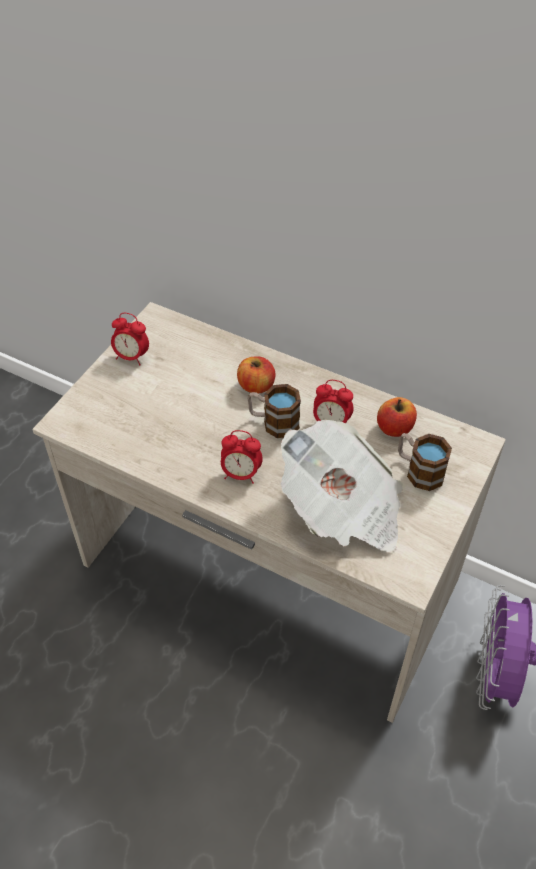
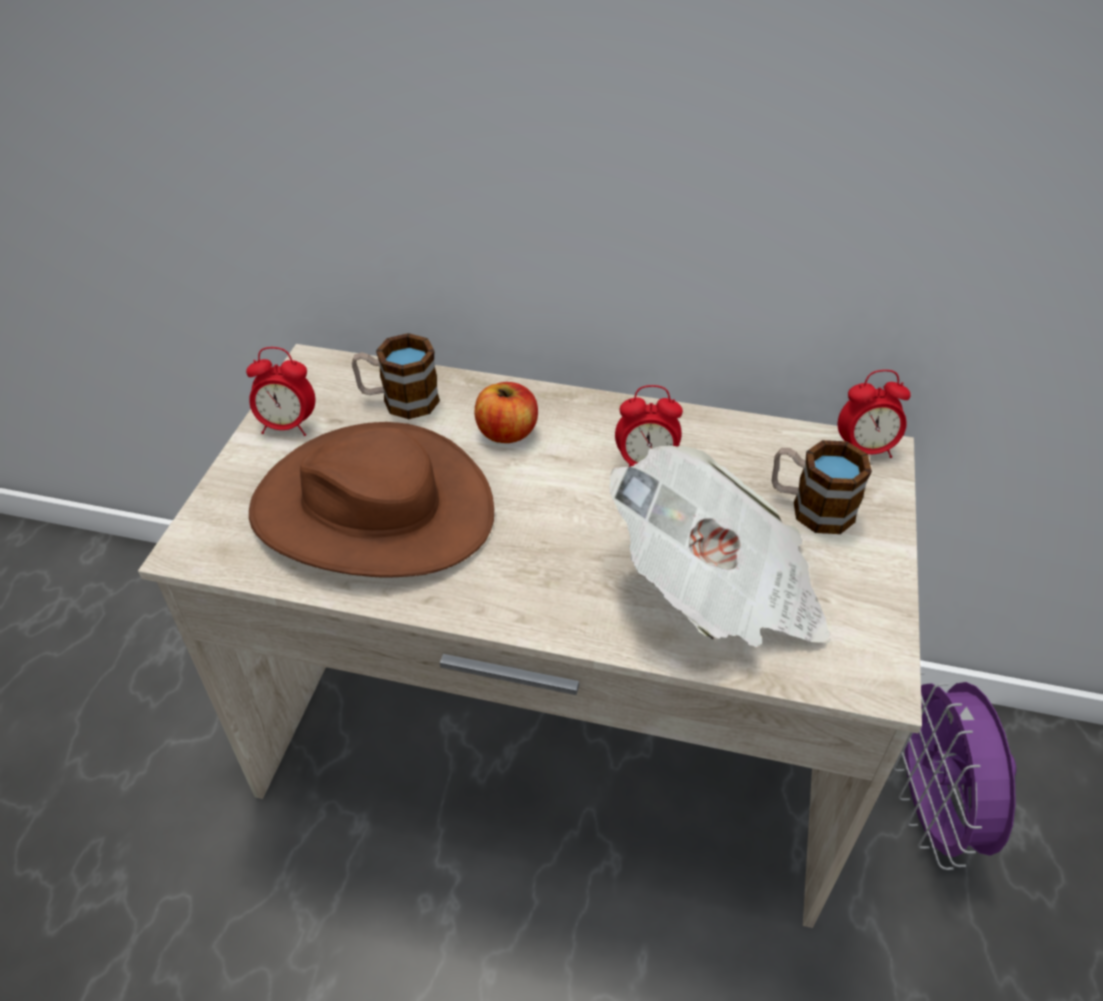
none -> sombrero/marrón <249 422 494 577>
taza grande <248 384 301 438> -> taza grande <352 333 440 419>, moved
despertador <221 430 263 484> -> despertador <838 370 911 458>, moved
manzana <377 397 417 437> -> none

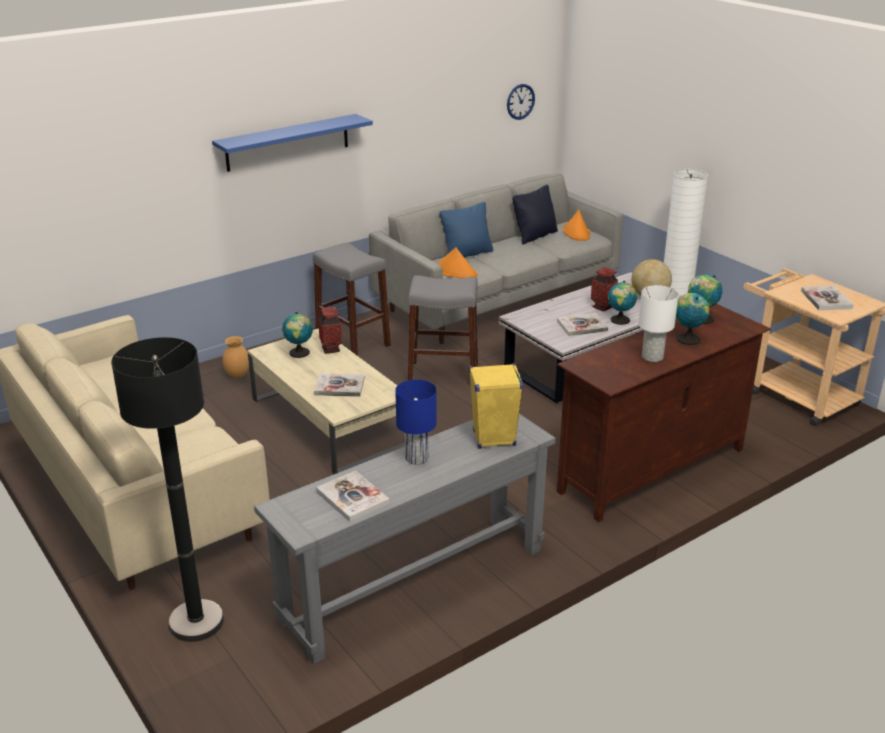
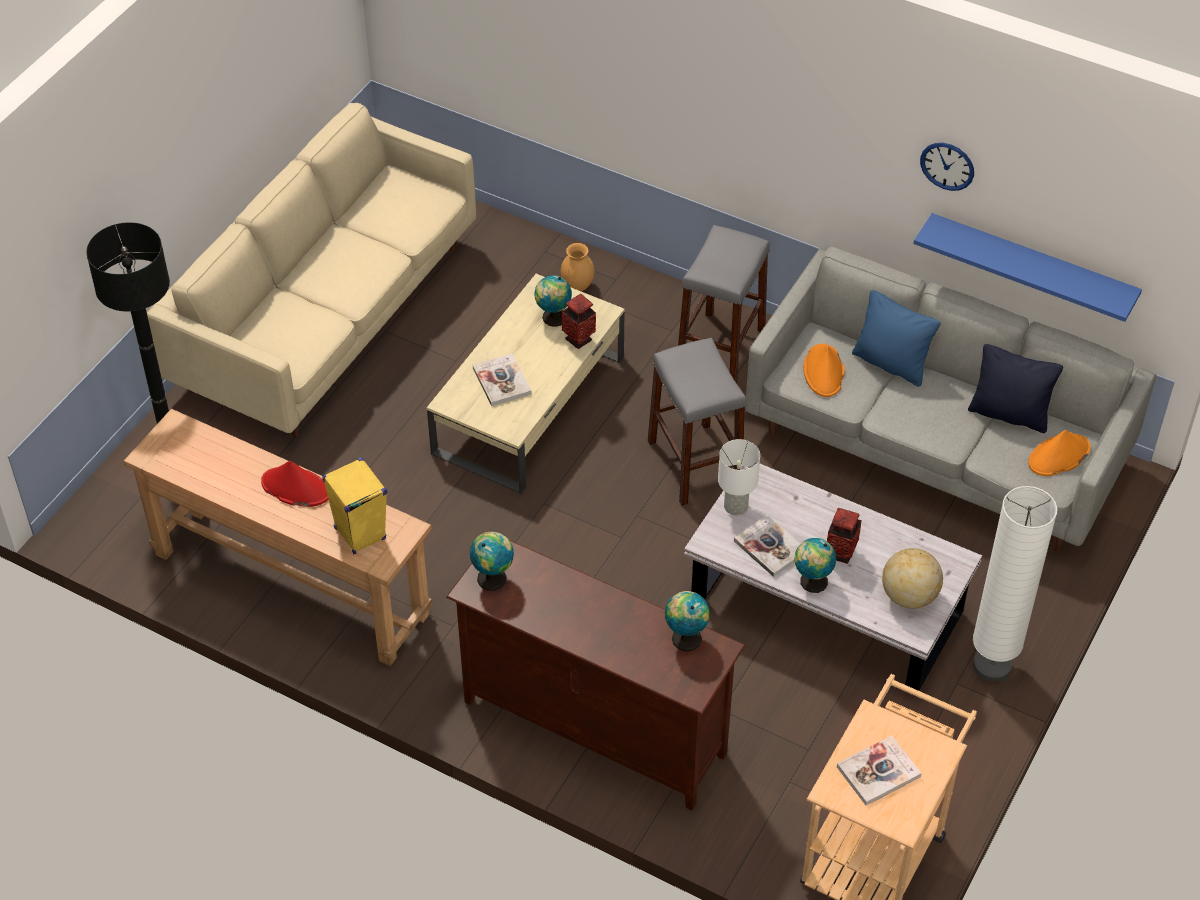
mesa consola/gris <254 414 556 664> -> mesa consola/marrón <123 409 432 666>
lámpara de mesa/azul <395 380 436 465> -> sombrero/rojo <261 461 329 507>
globo terráqueo <676 293 710 345> -> globo terráqueo <470 532 514 591>, moved
lámpara de mesa/blanco <638 285 679 362> -> lámpara de mesa/blanco <718 439 760 515>, moved
estante/azul <212 114 373 172> -> estante/azul <913 213 1142 322>, moved
reloj de pared <507 84 535 120> -> reloj de pared <920 143 974 191>, moved
libro <316 471 390 522> -> none

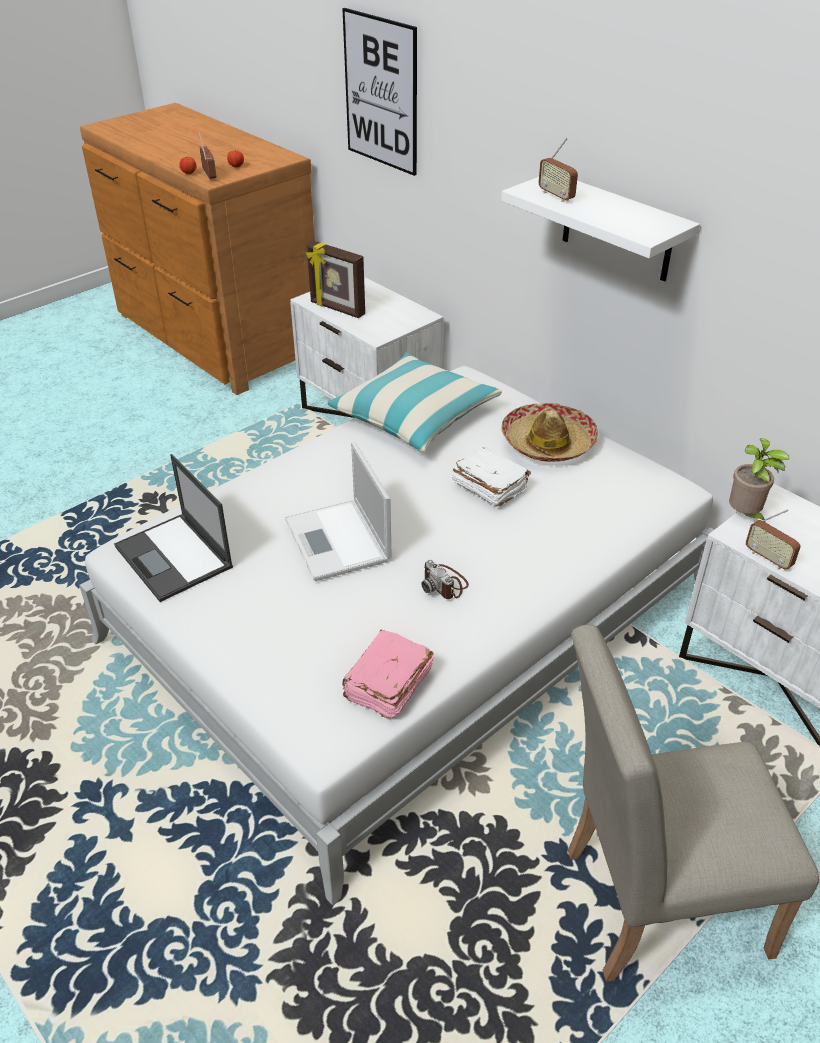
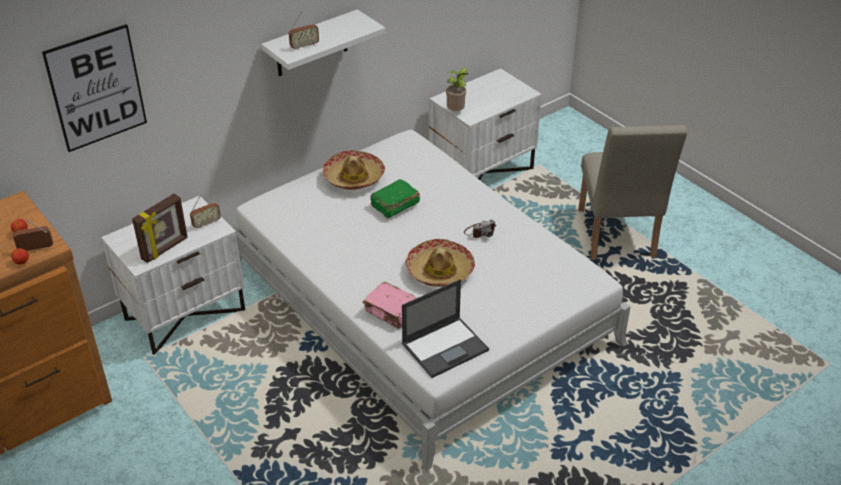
radio <746 509 801 570> -> radio <190 194 221 229>, moved
libro/rosa <342 630 434 720> -> libro/rosa <363 282 416 329>, moved
libro/blanco <452 447 531 507> -> libro/verde <370 179 420 219>
portátil <285 442 392 581> -> sombrero <406 239 475 287>
cojín <328 352 502 452> -> none

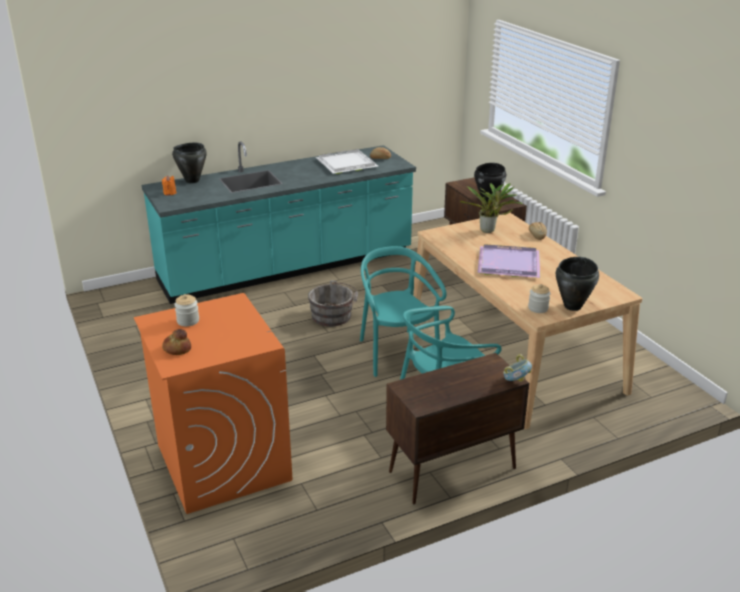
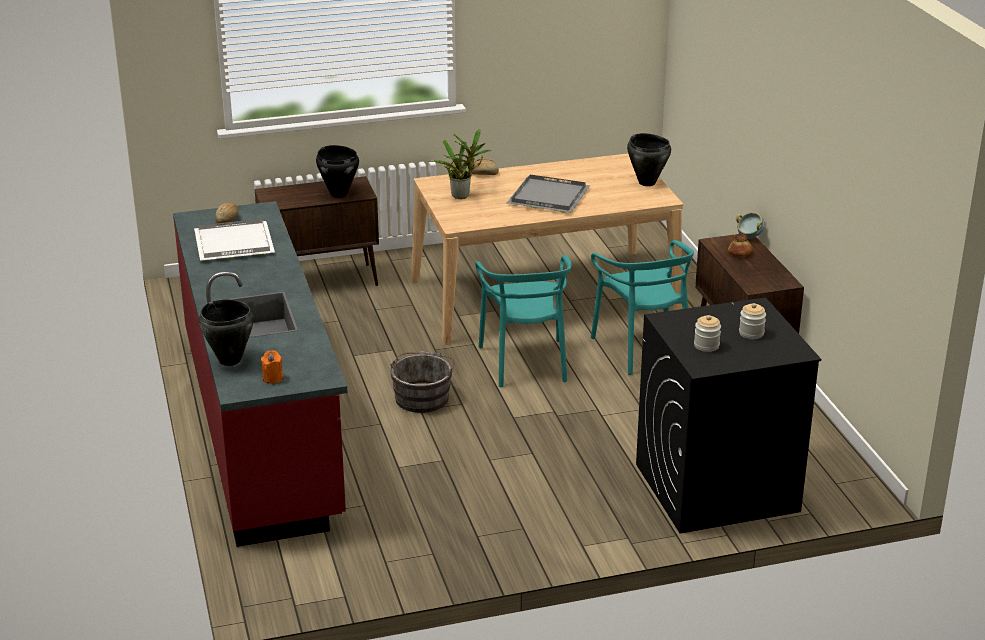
mueble bajo de cocina/turquesa <142 141 416 304> -> mueble bajo de cocina/rojo <173 201 348 547>
silla/turquesa <360 246 447 377> -> silla/turquesa <475 255 572 387>, 90 degrees counterclockwise
bandeja/morado <477 244 540 278> -> bandeja/gris <507 175 590 213>
lavadora/naranja <134 293 293 514> -> lavadora/negro <636 297 821 534>
pan <162 329 191 355> -> pan <728 233 753 257>, moved
tarro <528 284 550 313> -> tarro <739 303 766 339>, moved

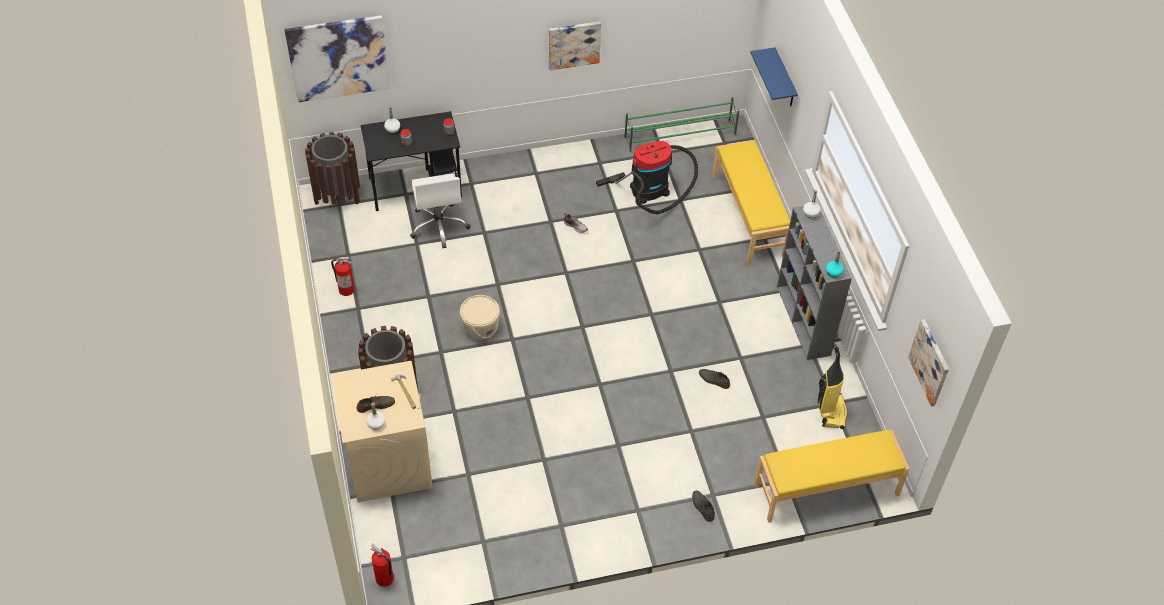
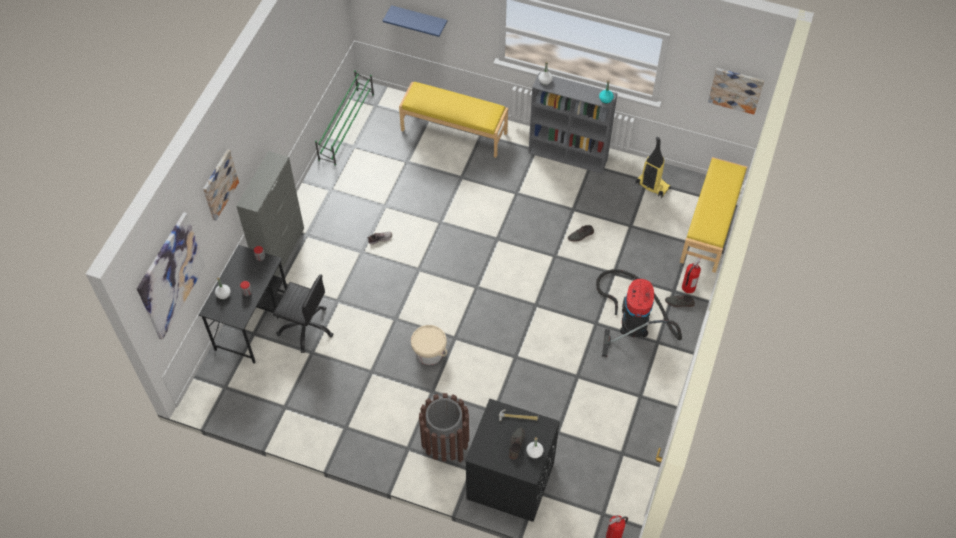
cuadro <549 22 601 70> -> cuadro <203 150 239 221>, moved
none -> armario/gris <236 151 304 277>
silla de oficina/blanco <410 173 470 248> -> silla de oficina/negro <273 274 333 353>
lavadora/beis <332 361 432 503> -> lavadora/negro <465 398 560 522>
aspiradora <596 141 698 214> -> aspiradora <596 269 682 357>, moved
extintor <331 257 355 296> -> extintor <682 257 701 293>, moved
papelera/marrón <305 132 360 205> -> none

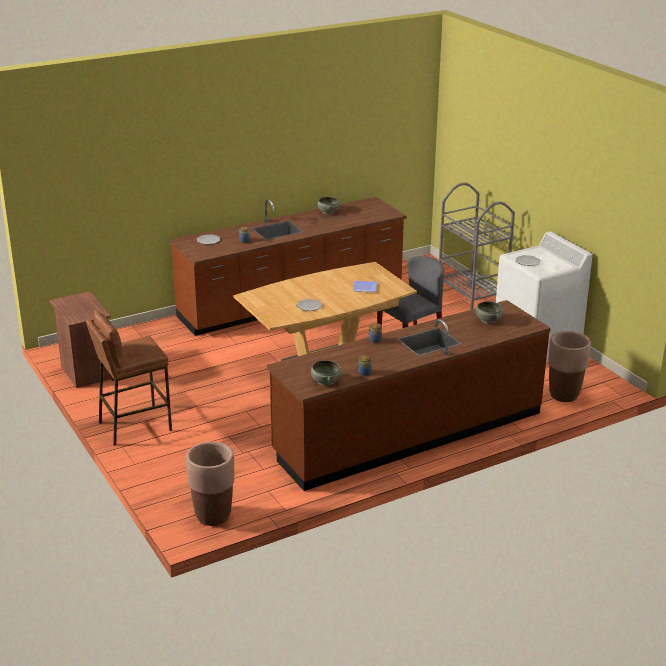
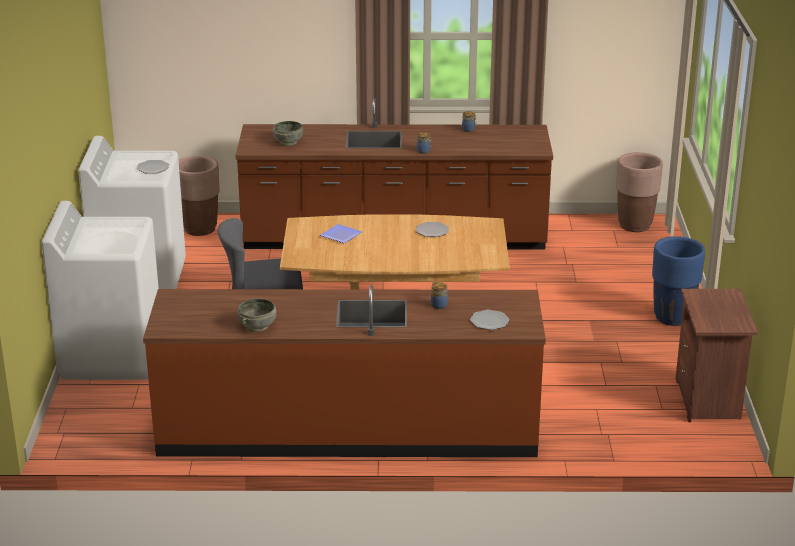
carrito/gris <439 183 515 310> -> lavadora/blanco <42 201 159 380>
taburete/marrón <86 310 172 446> -> maceta/azul <652 236 705 326>
cuenco/gris <311 360 341 386> -> none

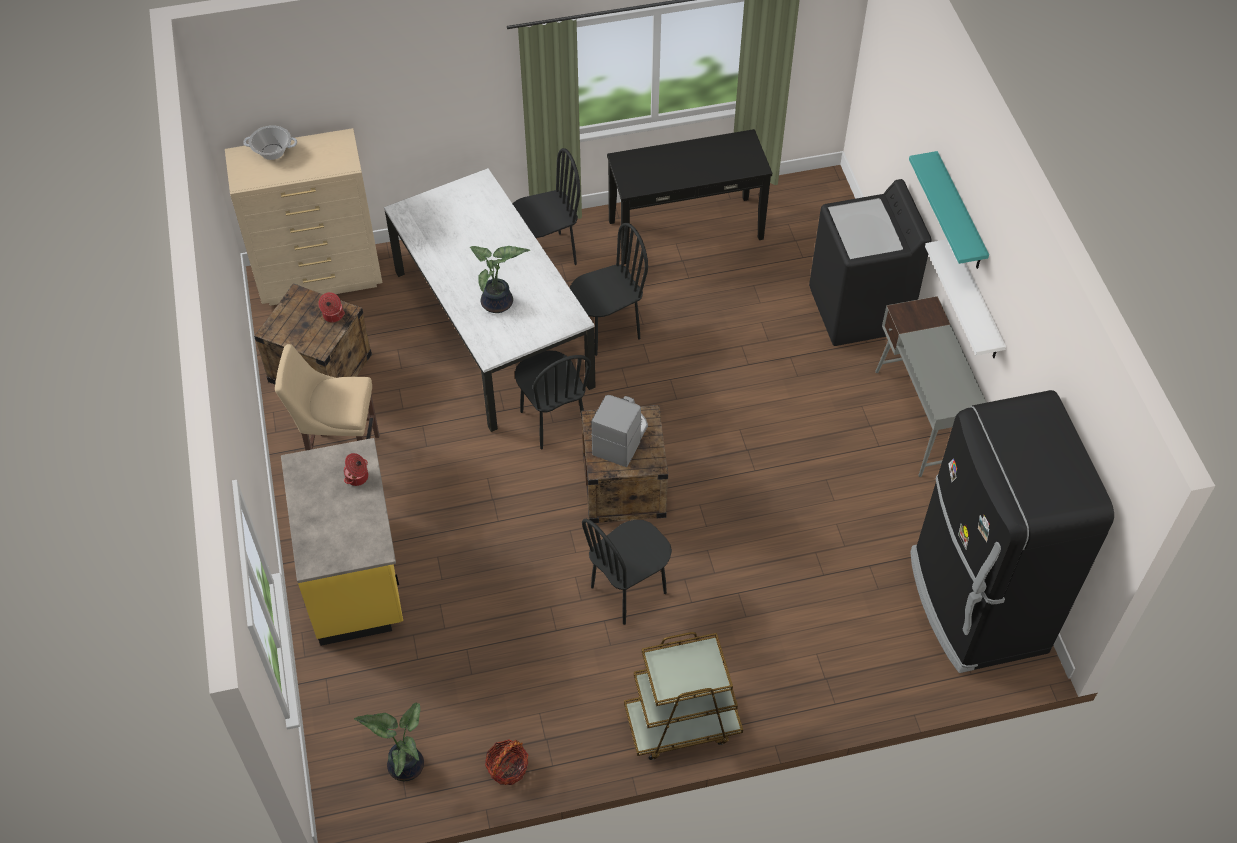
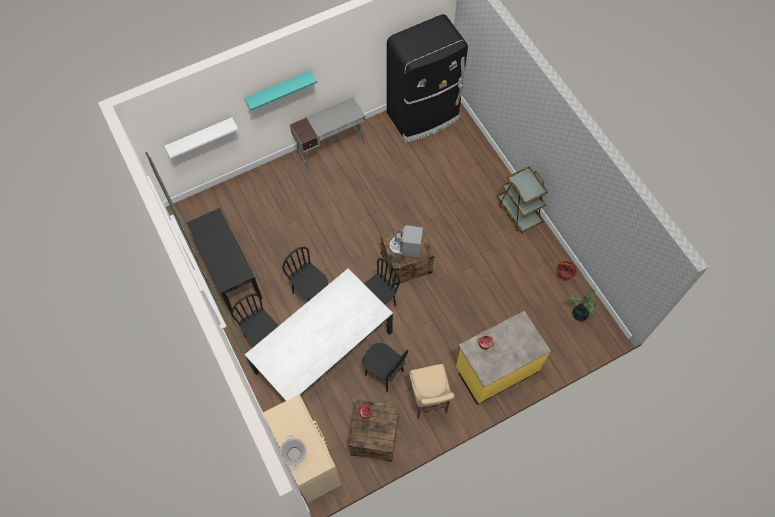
estante/blanco <925 239 1006 358> -> estante/blanco <165 117 238 159>, moved
silla/negro <582 519 672 625> -> silla/negro <363 343 409 392>, moved
planta en maceta <470 246 530 313> -> none
lavadora/negro <809 179 931 346> -> none

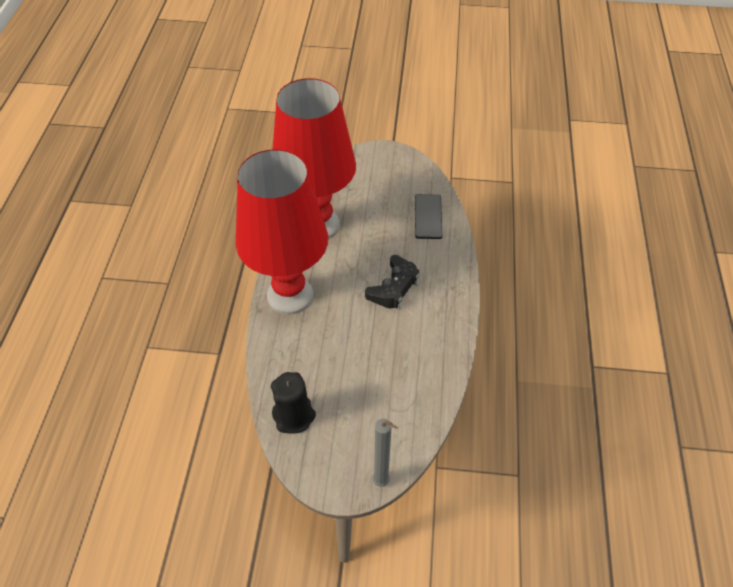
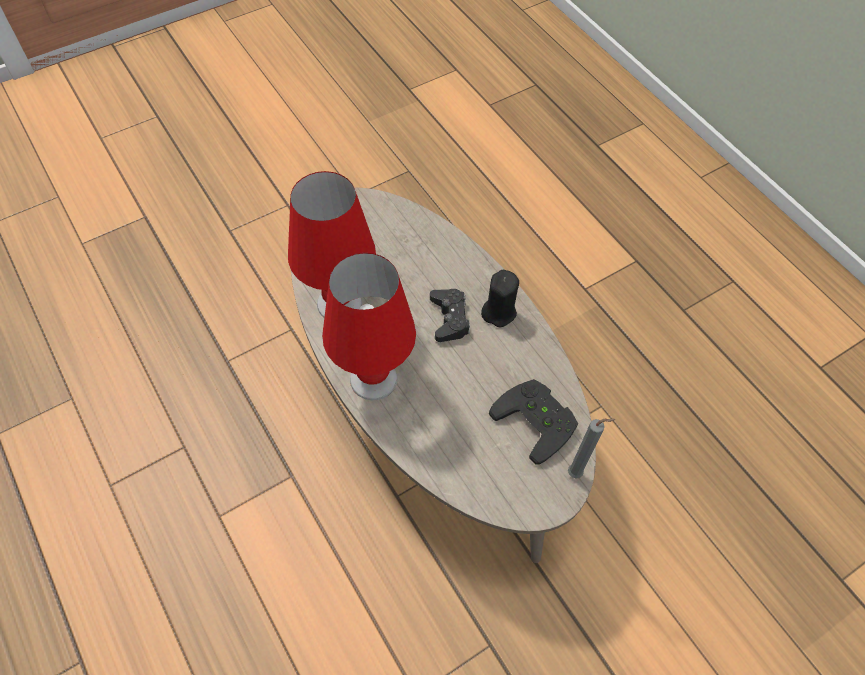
vela/negro <271 372 316 433> -> vela/negro <481 269 519 327>, moved
none -> mando de consola/negro <489 379 578 465>
móvil <415 194 442 239> -> none

